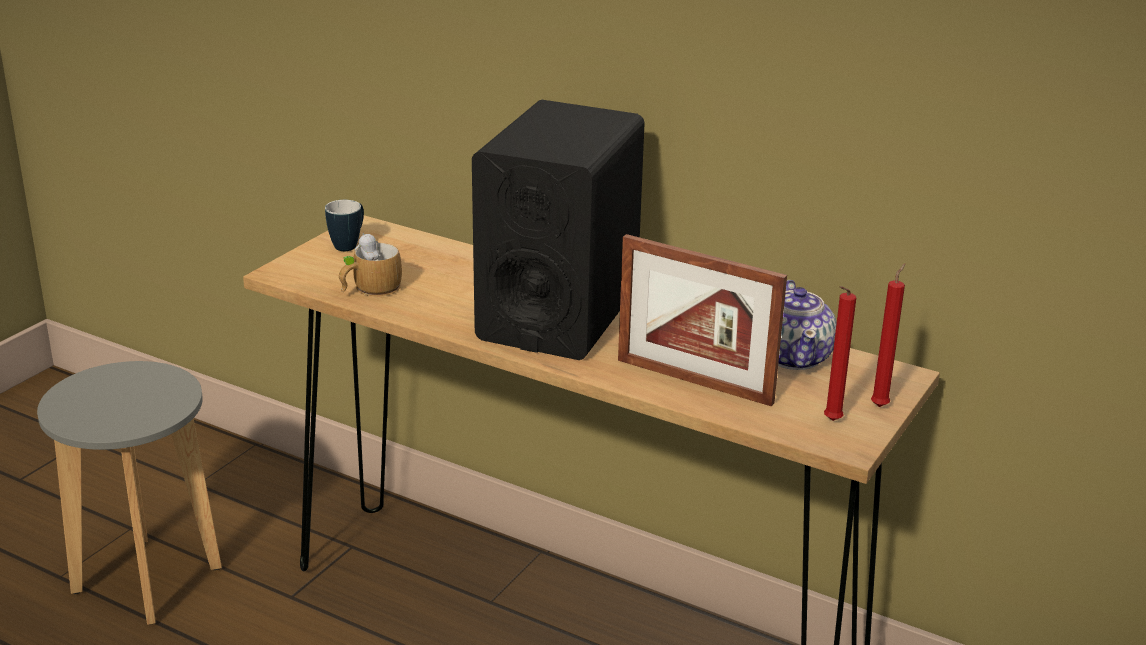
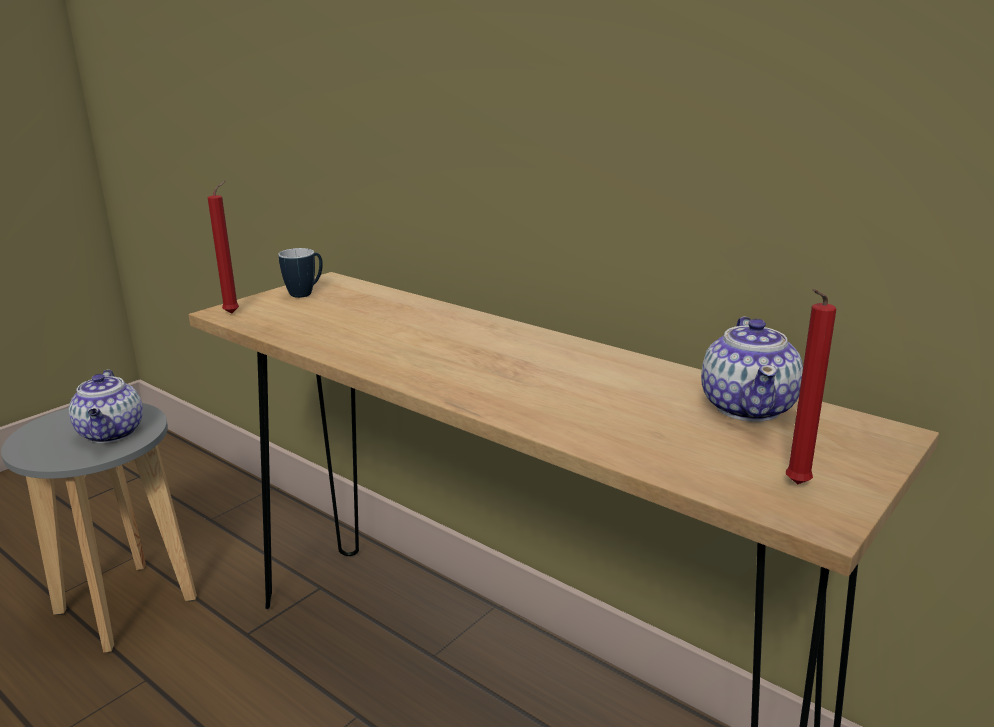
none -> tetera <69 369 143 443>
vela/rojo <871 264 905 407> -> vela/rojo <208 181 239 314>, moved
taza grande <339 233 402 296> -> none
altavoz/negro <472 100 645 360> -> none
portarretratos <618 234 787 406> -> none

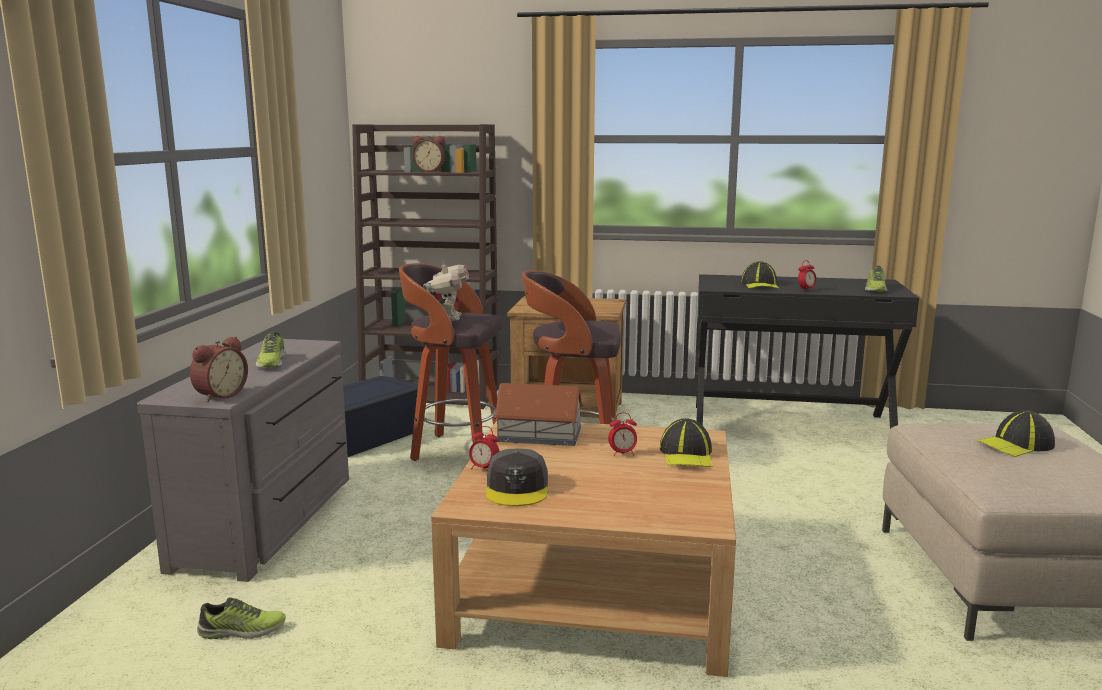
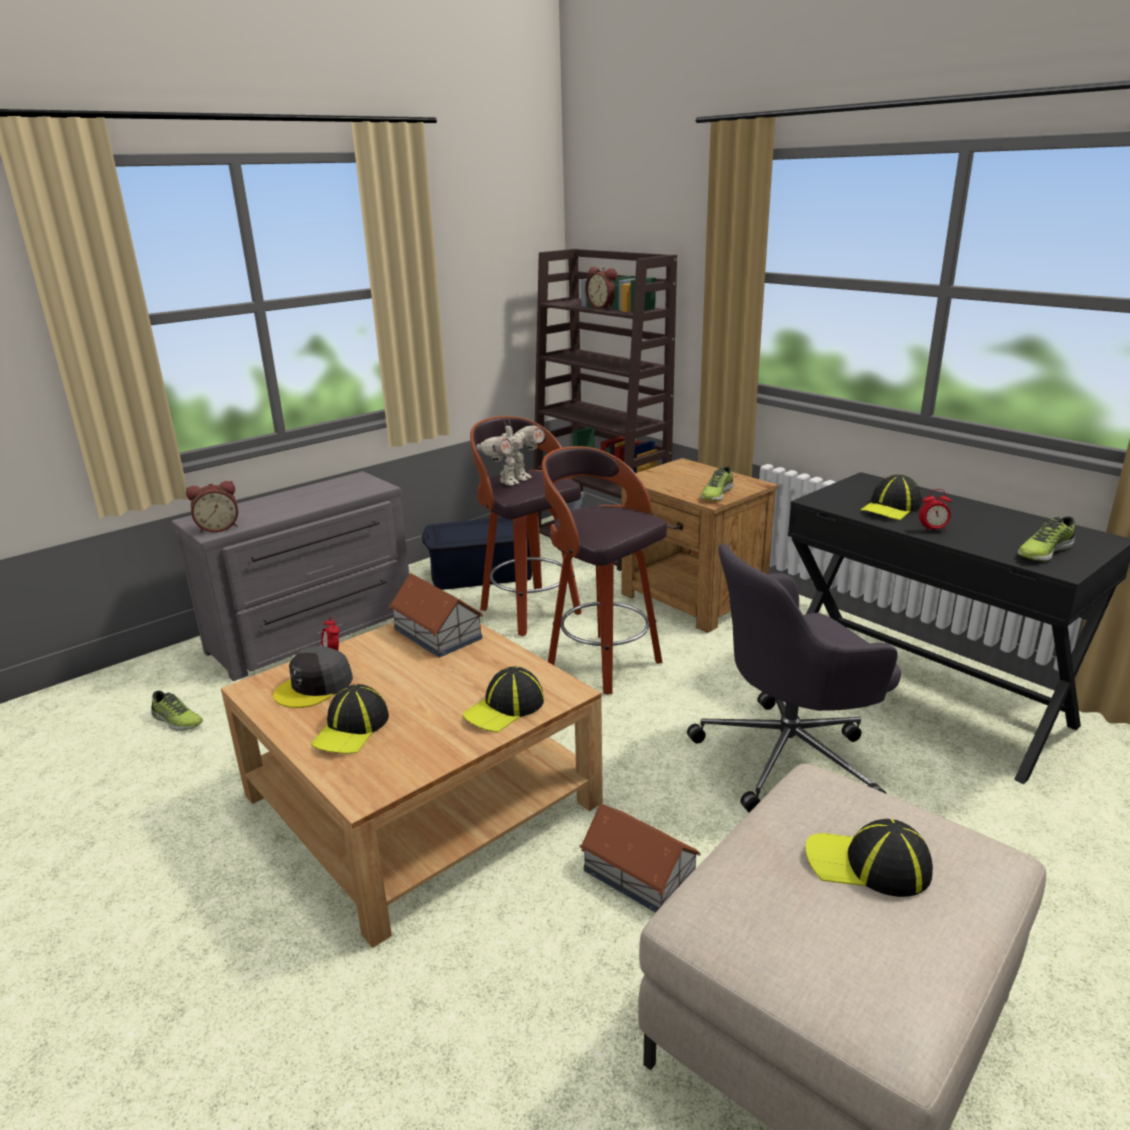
none -> gorra <311 684 389 754>
none -> casita <579 804 701 913>
none -> silla de oficina/gris <687 544 901 812>
zapato <256 332 285 367> -> zapato <700 466 733 501>, moved
despertador <608 413 637 456> -> none

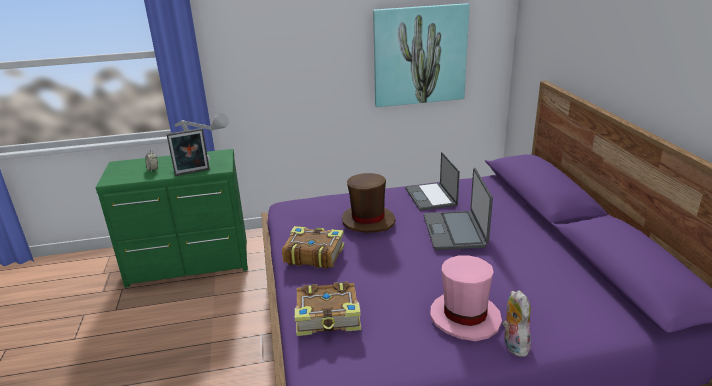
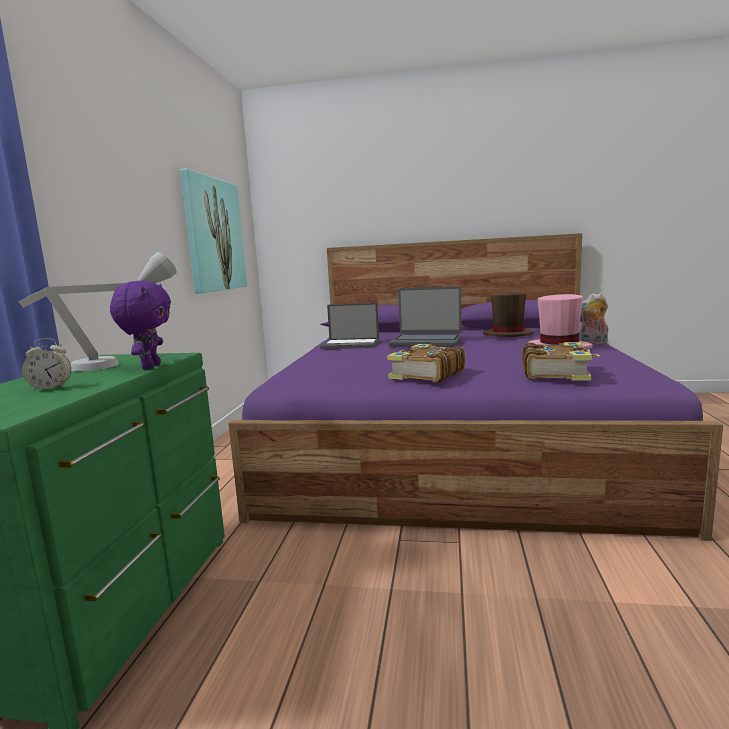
portarretratos <166 128 210 176> -> peluche/morado <110 280 171 370>
sombrero/marrón <342 173 395 233> -> sombrero/marrón <483 290 534 337>, moved

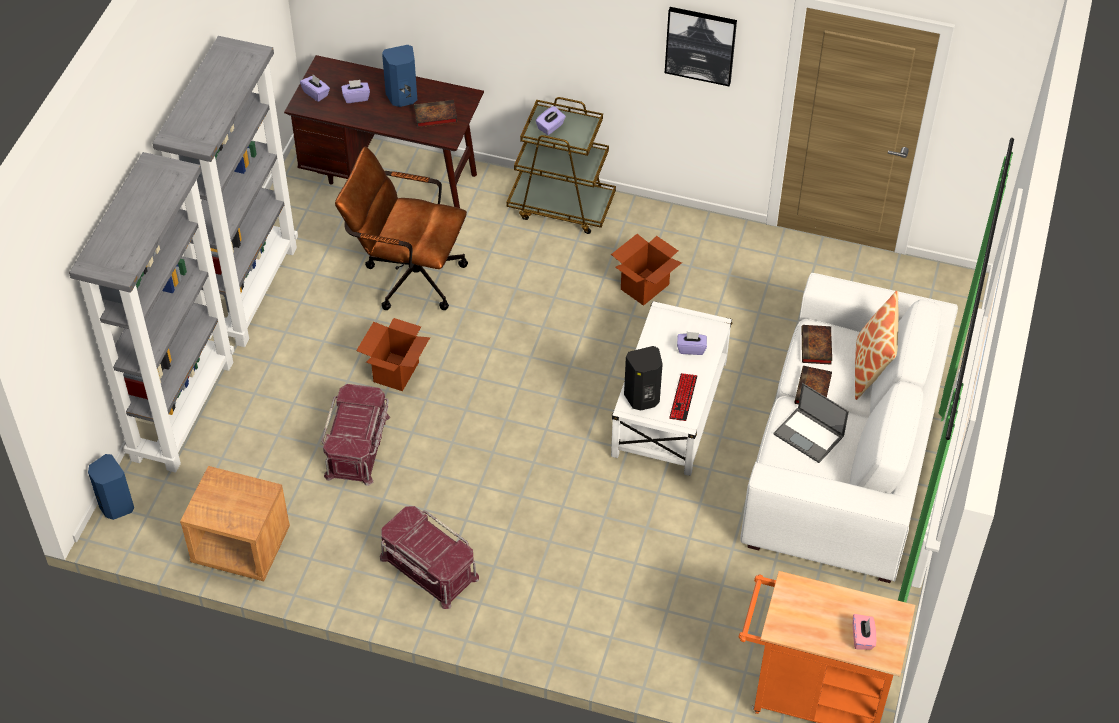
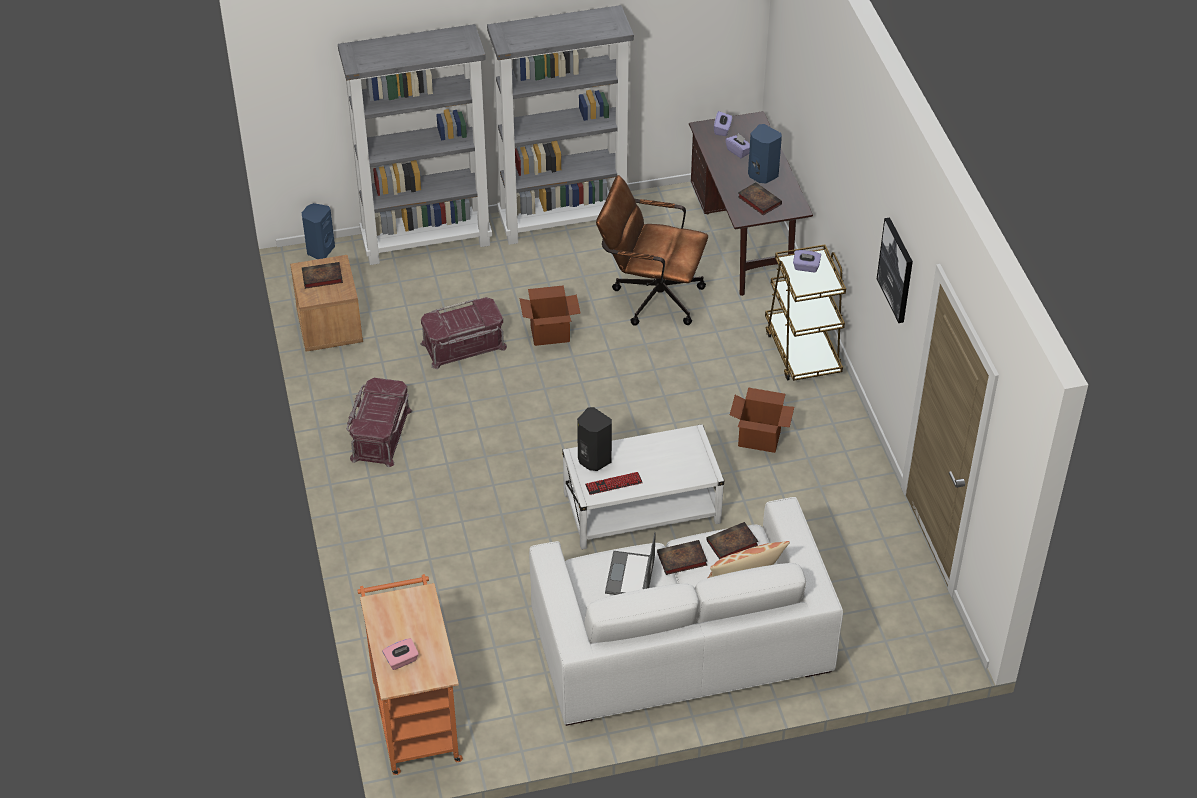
none -> libro <302 262 343 289>
silla de oficina/marrón <335 147 468 310> -> silla de oficina/marrón <596 175 708 326>, 60 degrees counterclockwise
caja de pañuelos/morado <677 332 707 355> -> none

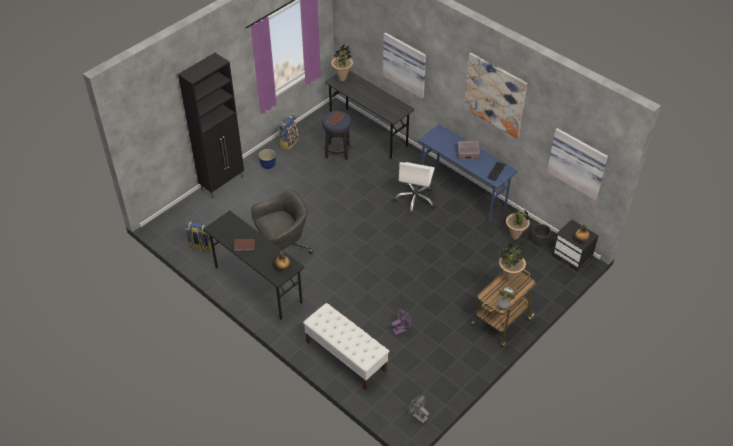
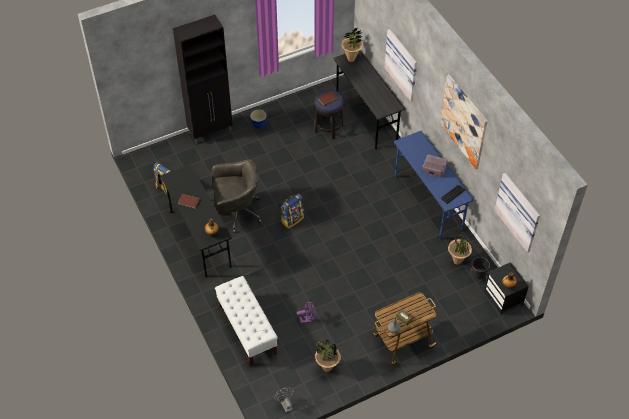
mochila <278 114 299 150> -> mochila <281 194 304 229>, moved
planta en maceta <499 244 526 282> -> planta en maceta <315 338 341 372>, moved
silla de oficina/blanco <393 162 435 215> -> none

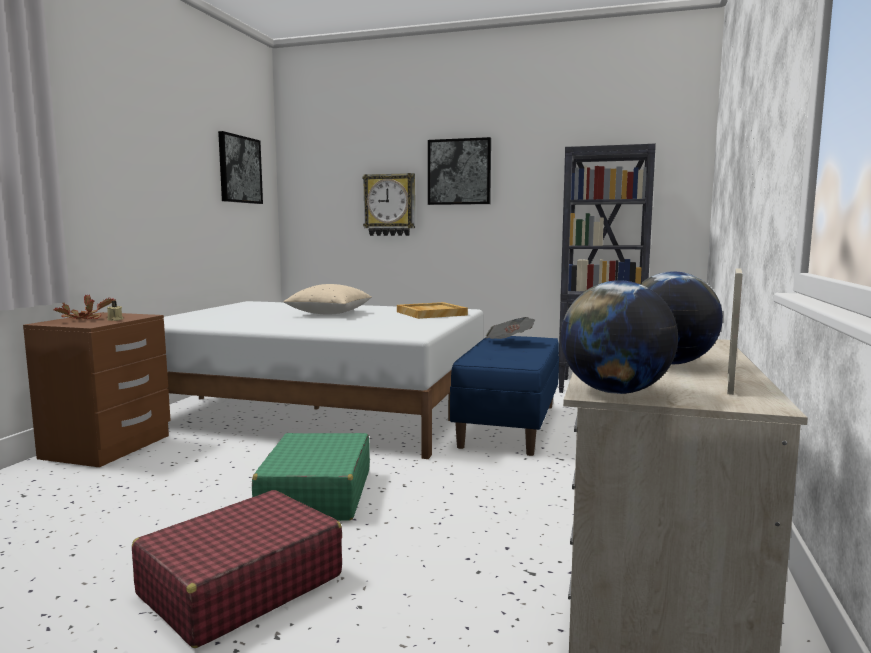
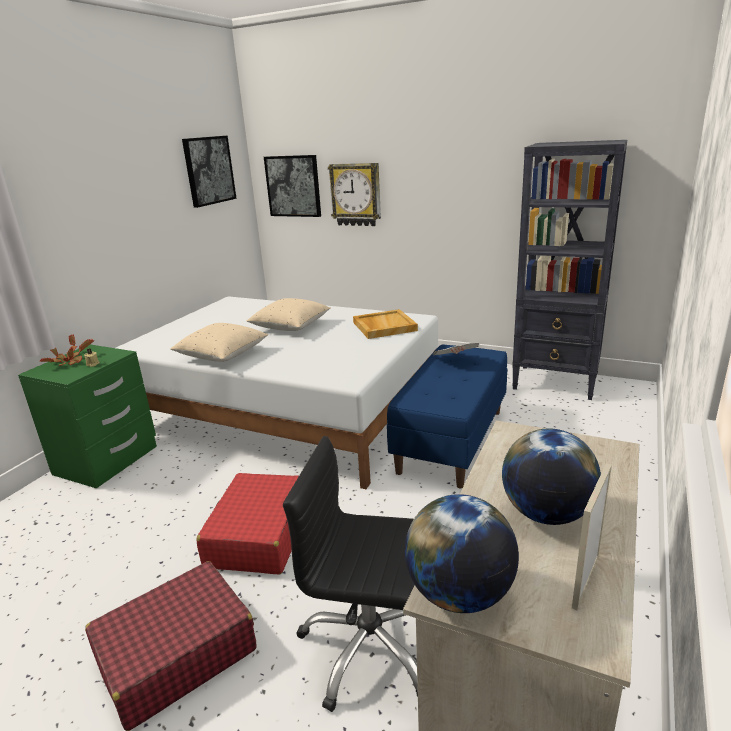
mesita de noche/marrón <23 312 171 467> -> mesita de noche/verde <18 344 157 488>
none -> cojín/beis <170 323 268 362>
maleta/verde <252 433 370 521> -> maleta/rojo <197 473 299 575>
cuadro <428 137 491 205> -> cuadro <264 155 321 217>, moved
none -> silla de oficina/negro <283 436 418 712>

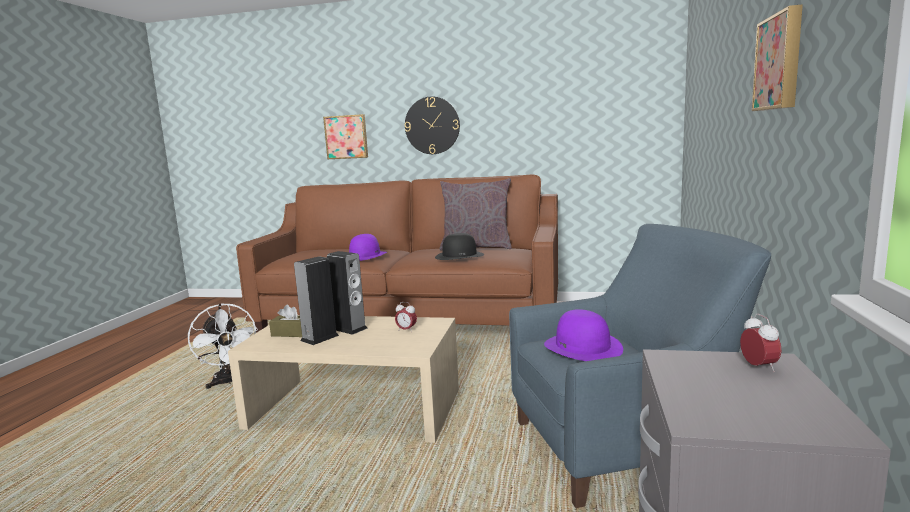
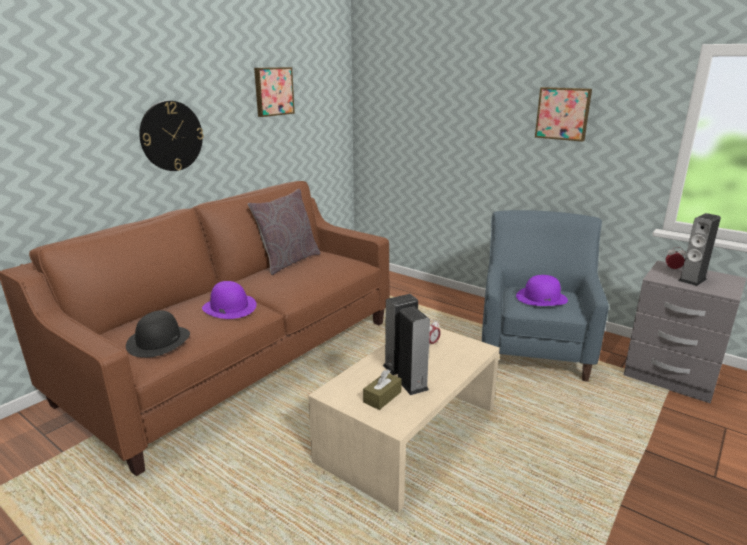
sombrero/negro <435 233 484 260> -> sombrero/negro <126 310 190 358>, moved
cuadro <323 114 368 159> -> cuadro <254 67 295 117>, moved
none -> altavoz <678 213 721 286>
ventilador/blanco <188 303 258 389> -> none

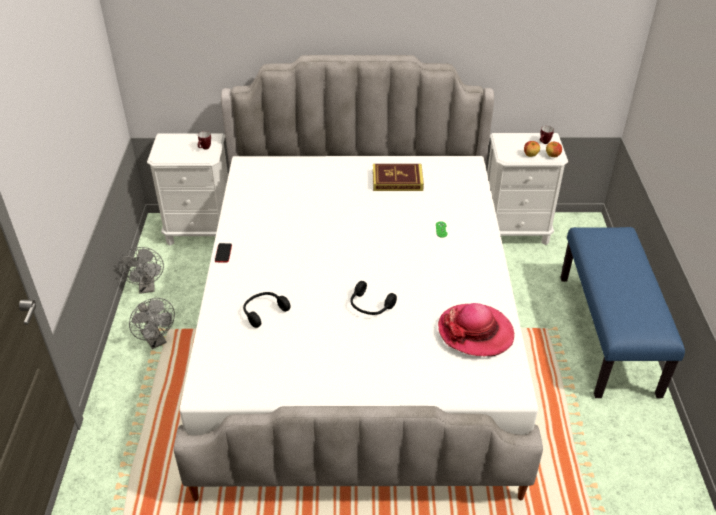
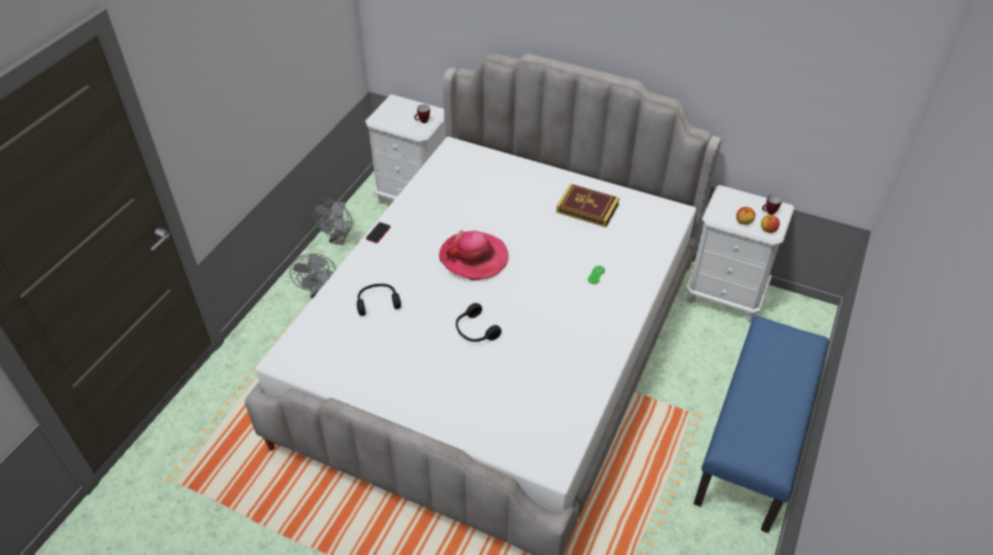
sombrero <438 303 514 356> -> sombrero <439 230 509 280>, moved

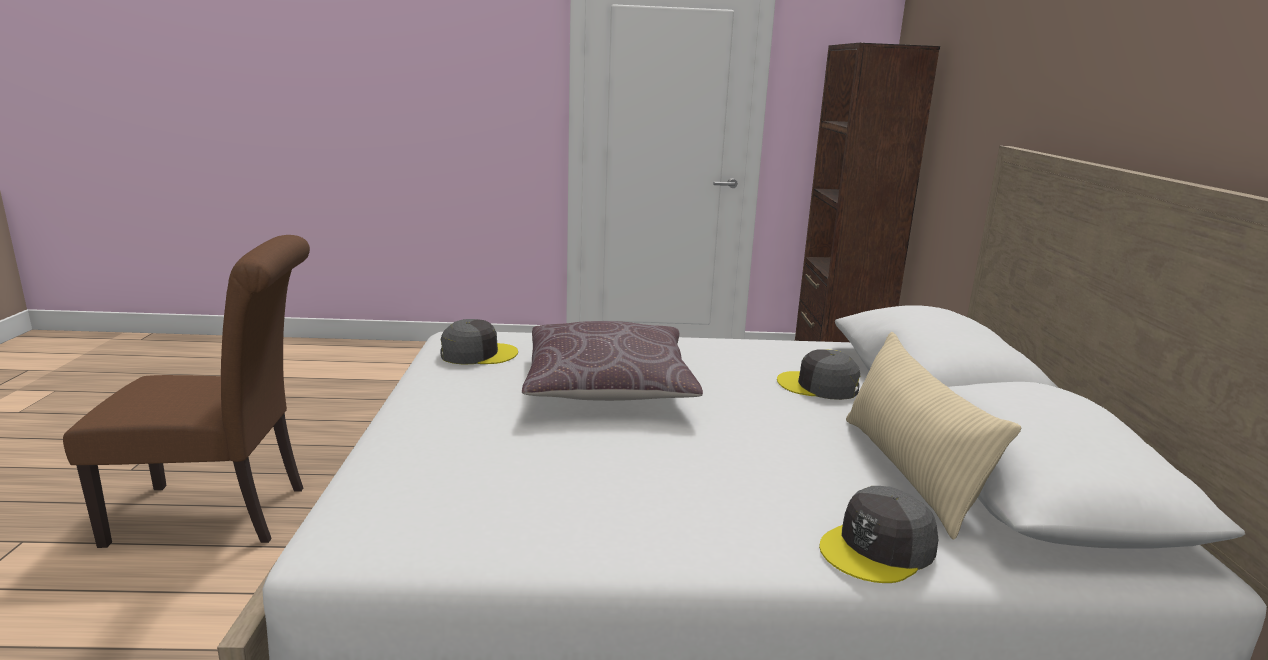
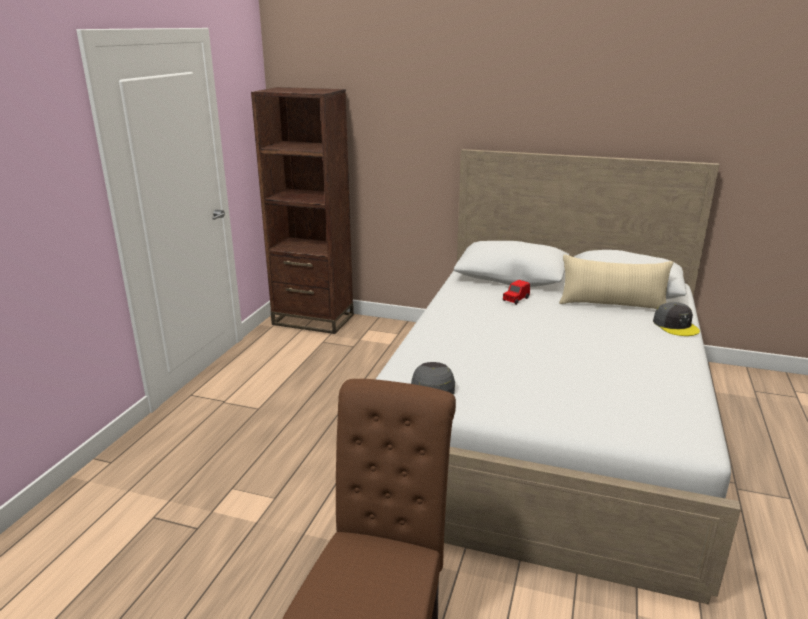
gorra/gris <777 349 860 400> -> coche de juguete/rojo <503 280 530 305>
cojín/marrón <522 321 703 401> -> none

